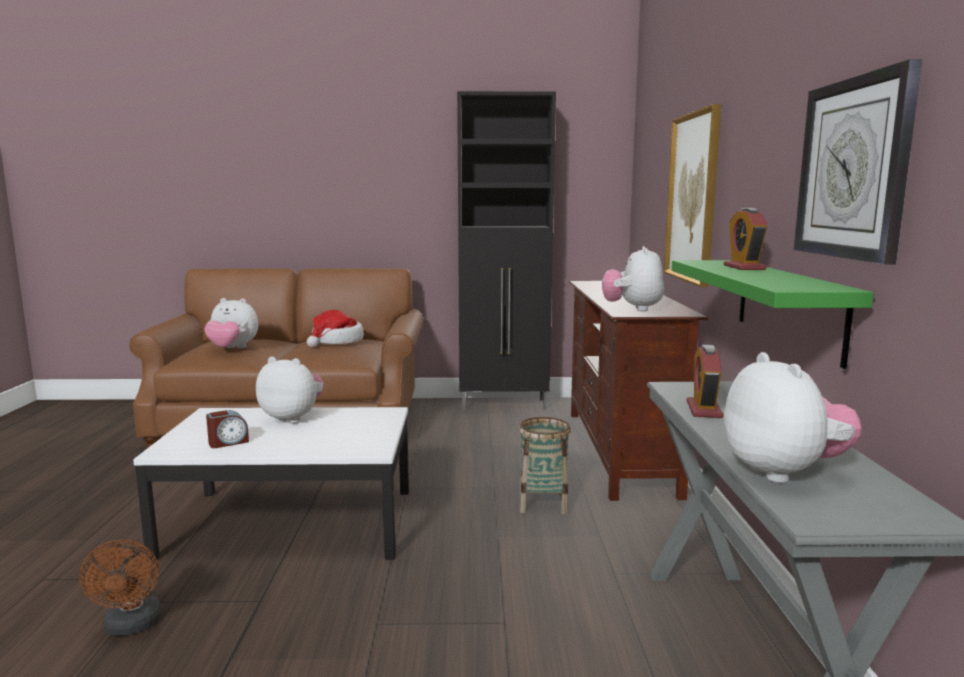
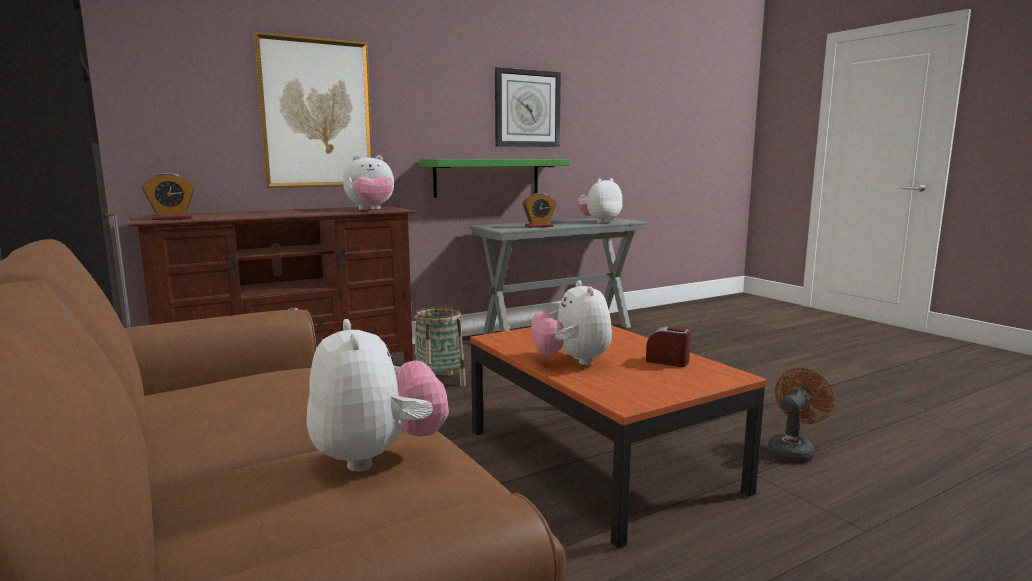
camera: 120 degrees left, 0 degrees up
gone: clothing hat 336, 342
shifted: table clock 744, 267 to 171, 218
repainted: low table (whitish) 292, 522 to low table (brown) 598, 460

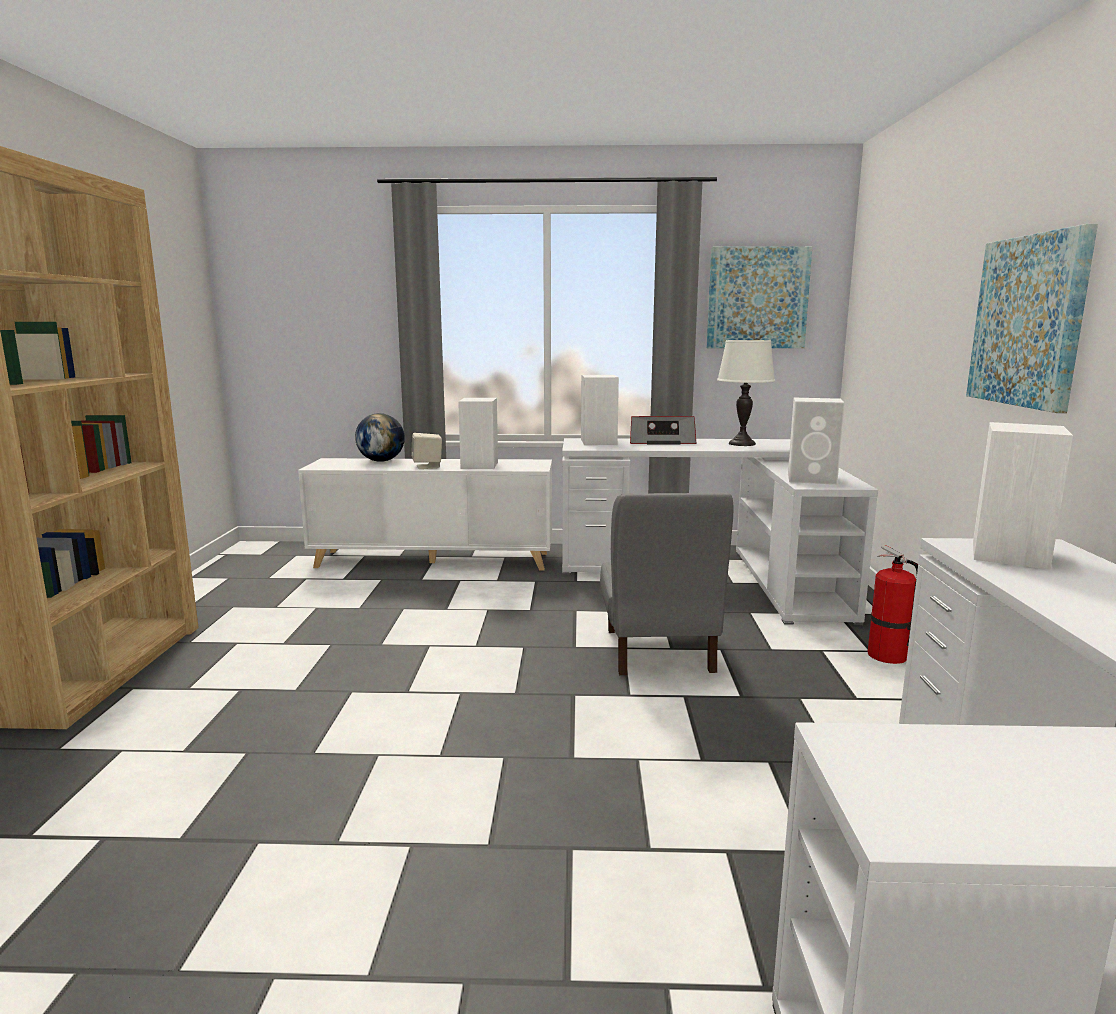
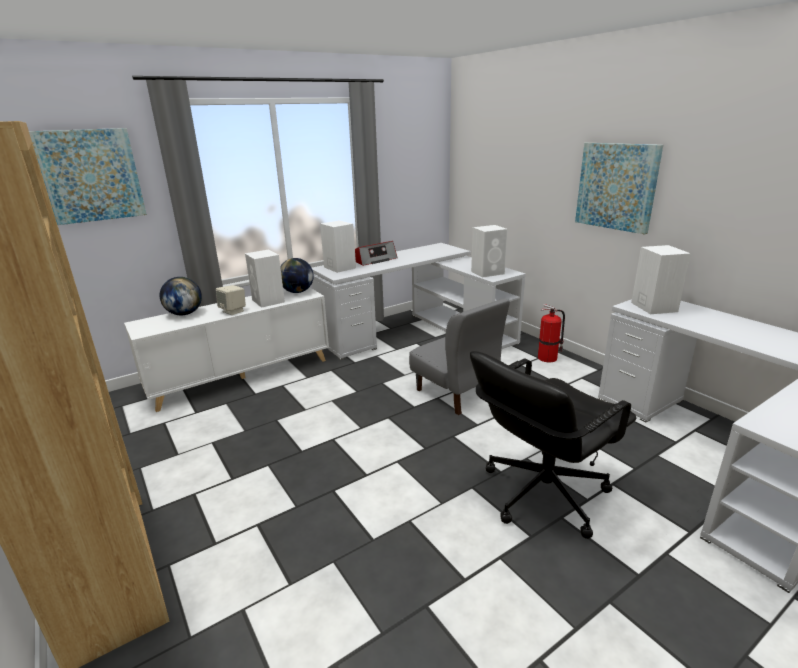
camera: 35 degrees left, 10 degrees up
gone: tabletop lamp (whitish) 741, 444
new: world globe 297, 292; office chair (black) 542, 493
shifted: picture 757, 298 to 89, 176

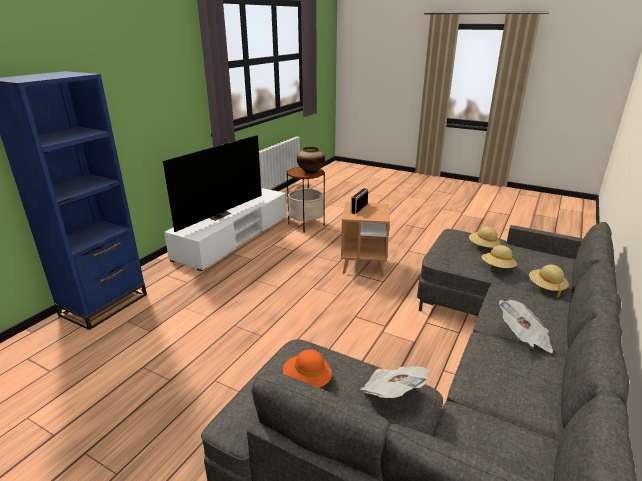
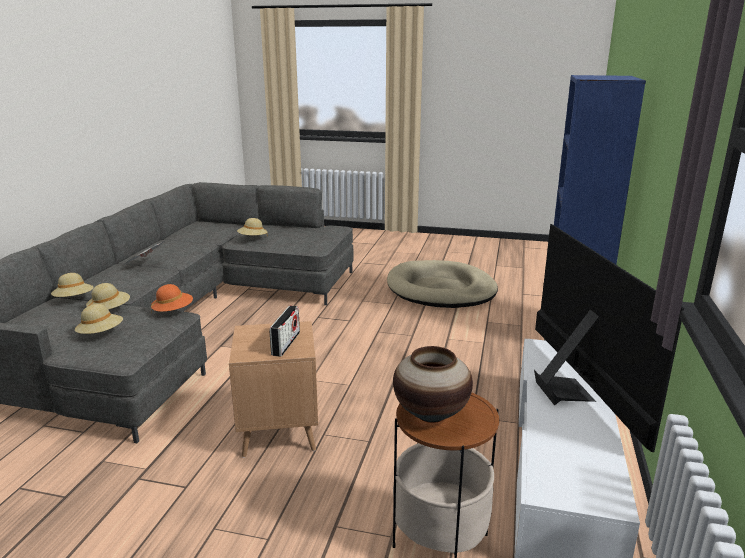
camera: 165 degrees right, 5 degrees down
new: pet bed (beige-coloured) 441, 289
shifted: clothing hat (orangey) 307, 381 to 173, 311
swapped: printed paper 392, 393 to clothing hat (beige-coloured) 252, 238
rotated: TV set 218, 215 = 571, 390 150 degrees clockwise

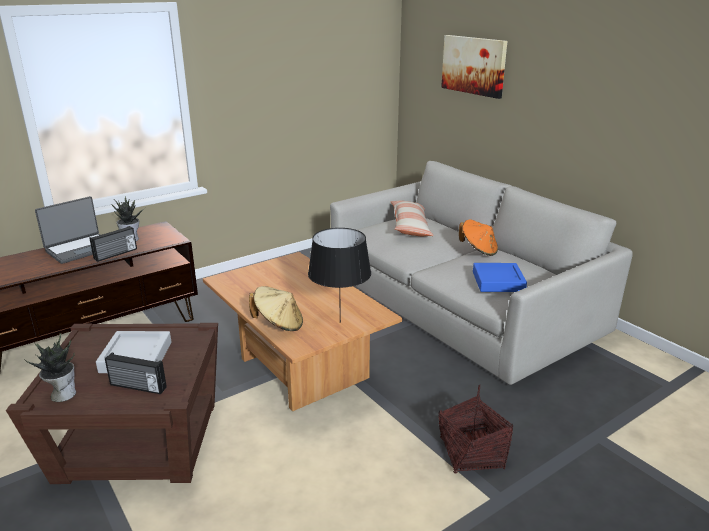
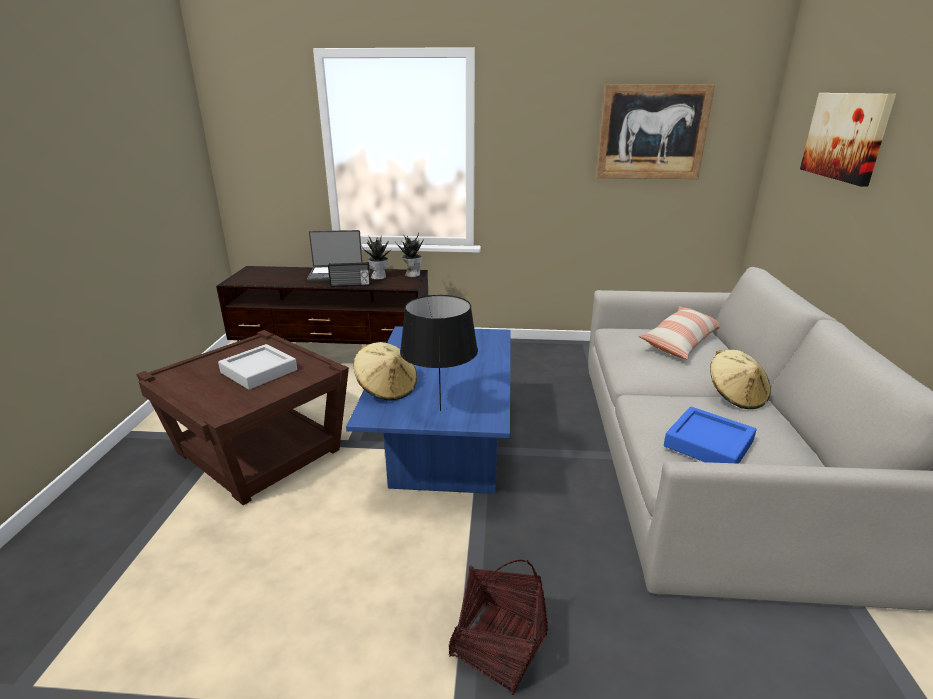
camera: 40 degrees right, 0 degrees up
gone: radio 137, 387
new: picture 652, 132
shifted: potted plant 62, 394 to 412, 274
repainted: low table (brown) 299, 369 to low table (blue) 443, 451; clothing hat (orangey) 478, 250 to clothing hat (beige-coloured) 735, 396

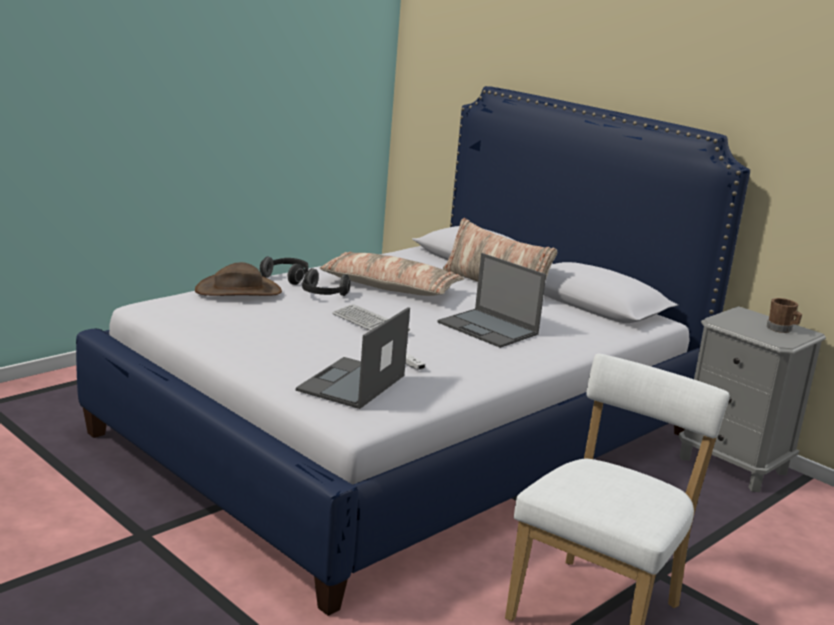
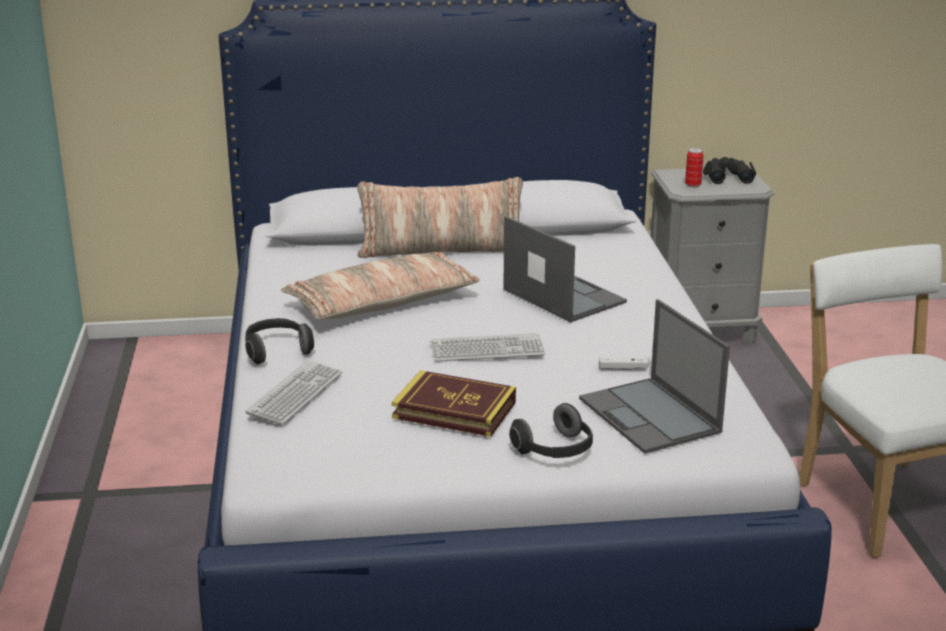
camera: 50 degrees left, 5 degrees up
new: book 454, 410; sealed can 693, 185
shifted: headset 323, 295 to 555, 451
swapped: clothing hat (brown) 238, 291 to PC keyboard 295, 394; coffee mug (brown) 781, 329 to binoculars (black) 727, 176
rotated: laptop 489, 329 = 562, 295 120 degrees counterclockwise

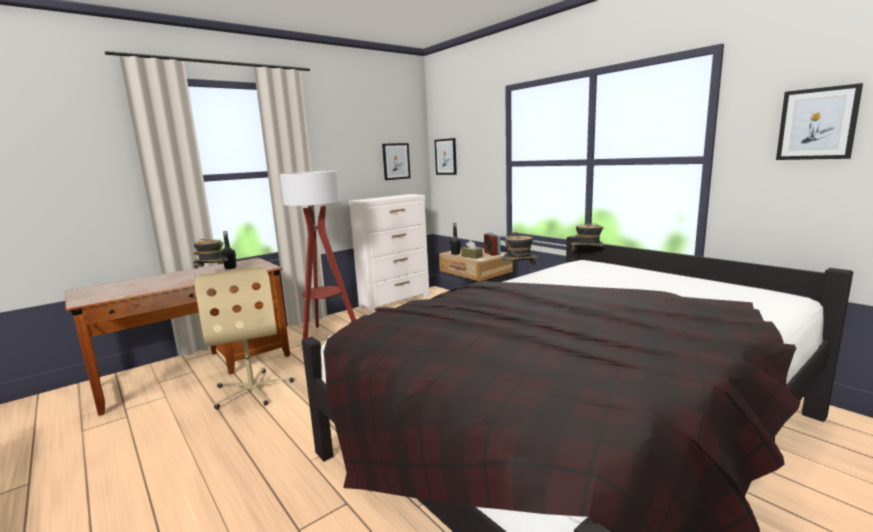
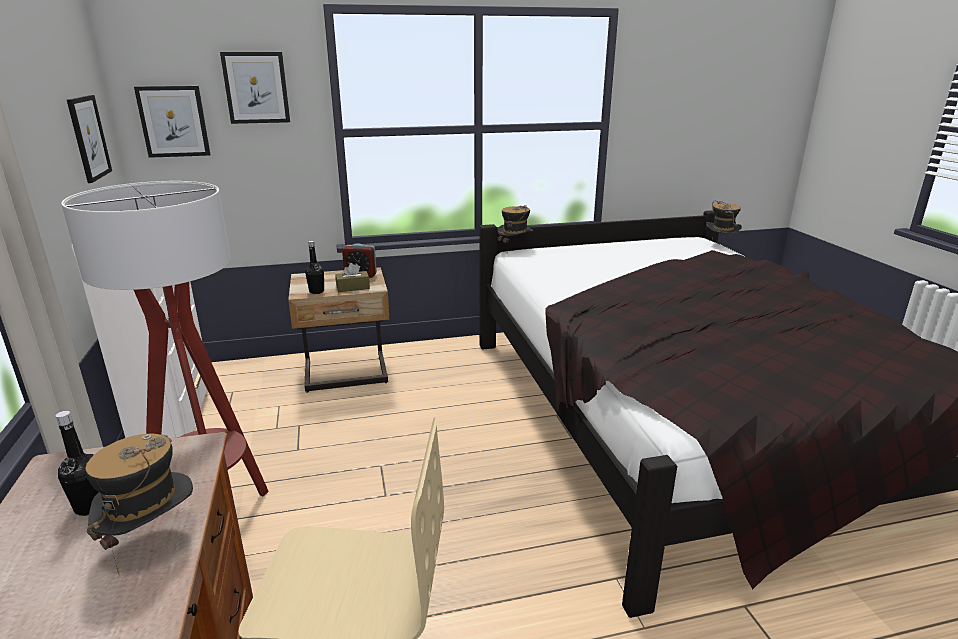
camera: 65 degrees left, 10 degrees up
shifted: clothing hat 519, 275 to 720, 245; picture 817, 124 to 256, 88

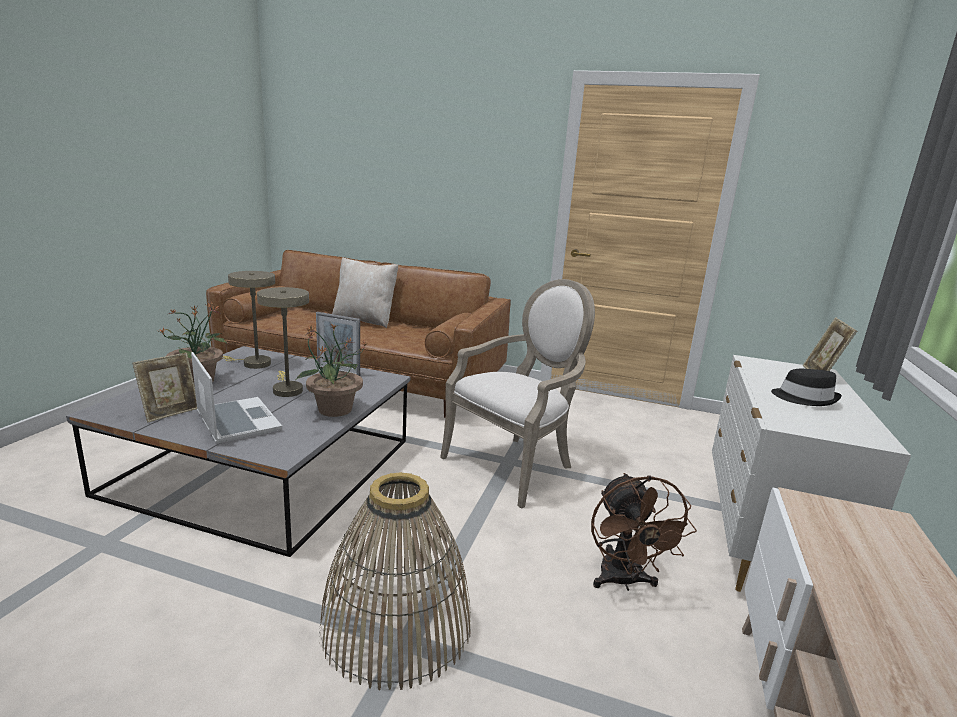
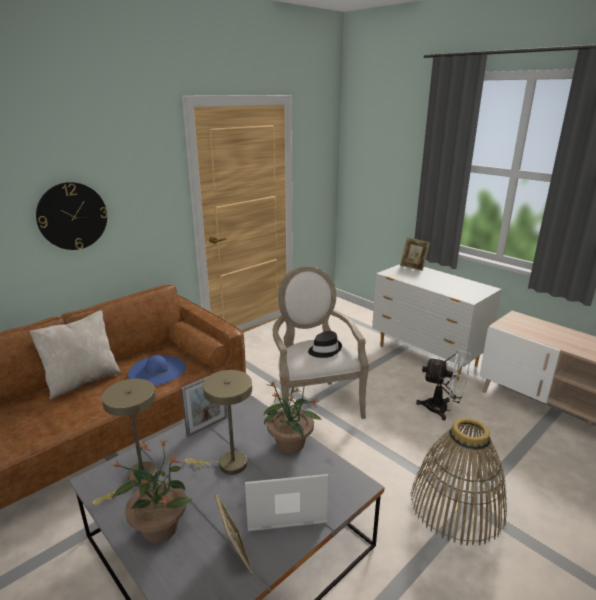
camera: 60 degrees left, 5 degrees up
new: hanging clock 72, 216; clothing hat (blue) 157, 370
shifted: clothing hat (black) 805, 398 to 324, 350
repainted: fan (brown) 623, 582 to fan (whitish) 443, 409

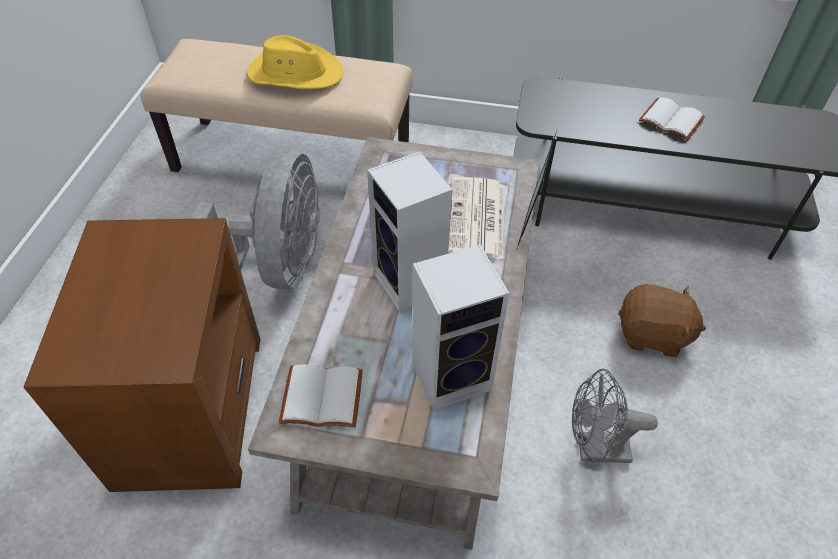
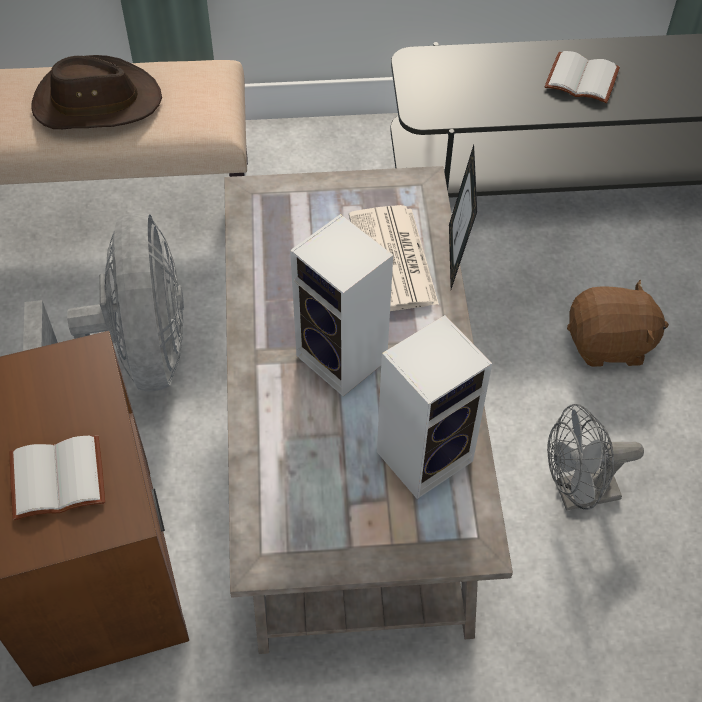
camera: 15 degrees left, 5 degrees up
shifted: book (whitish) 320, 399 to 56, 481
repainted: clothing hat (yellow-coloured) 295, 73 to clothing hat (brown) 96, 102

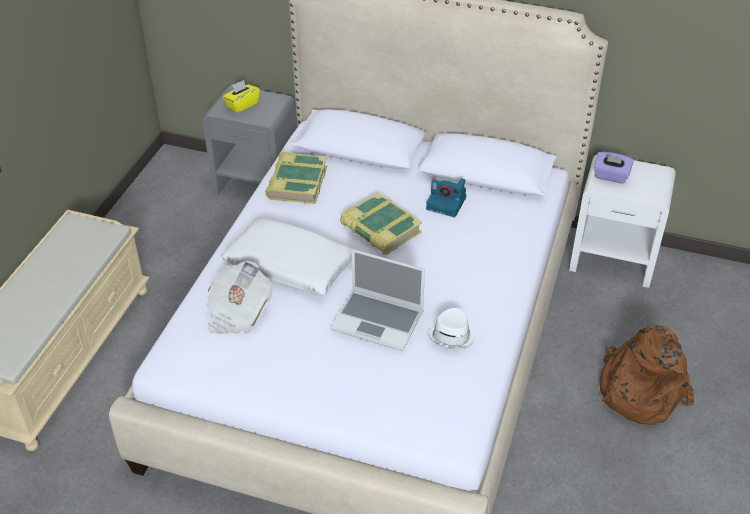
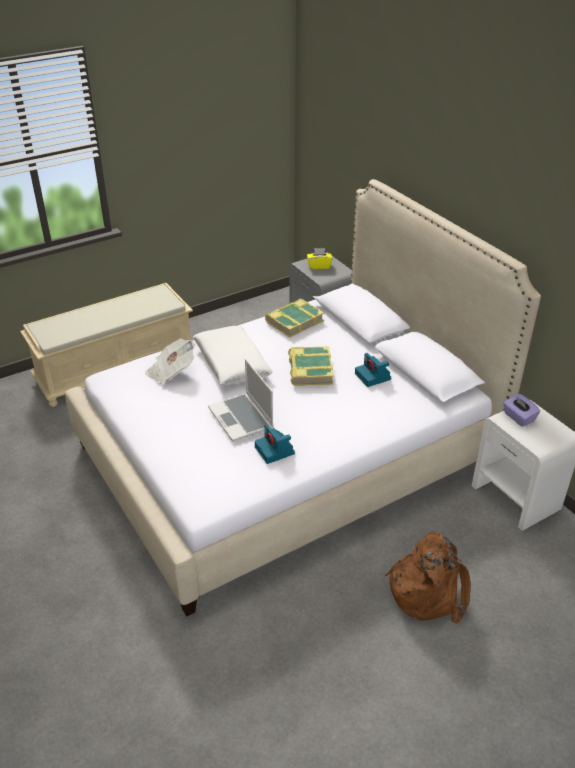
camera: 40 degrees right, 5 degrees down
swapped: clothing hat (whitish) 452, 335 to still camera 275, 451

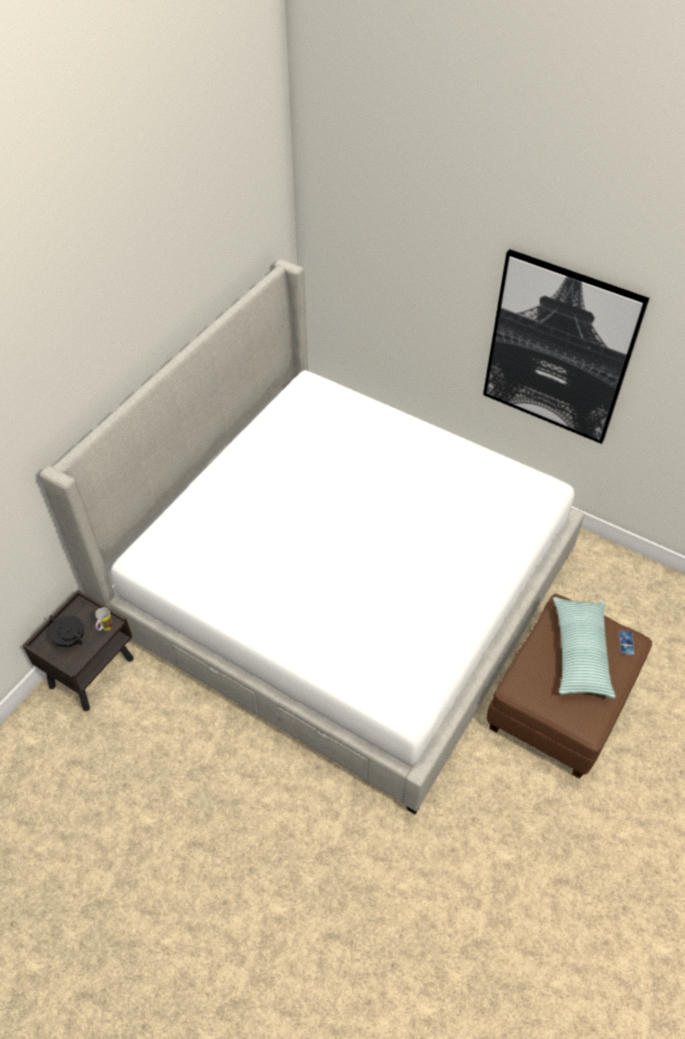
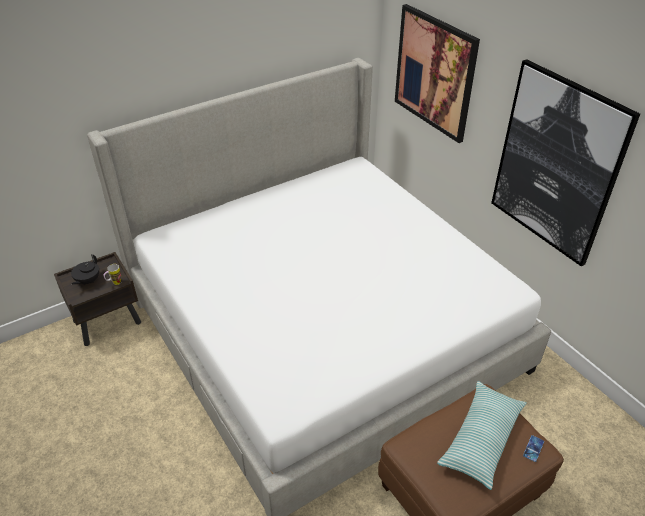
camera: 25 degrees right, 10 degrees down
new: picture 434, 73
rotated: teapot (black) 70, 638 = 87, 281 135 degrees counterclockwise

